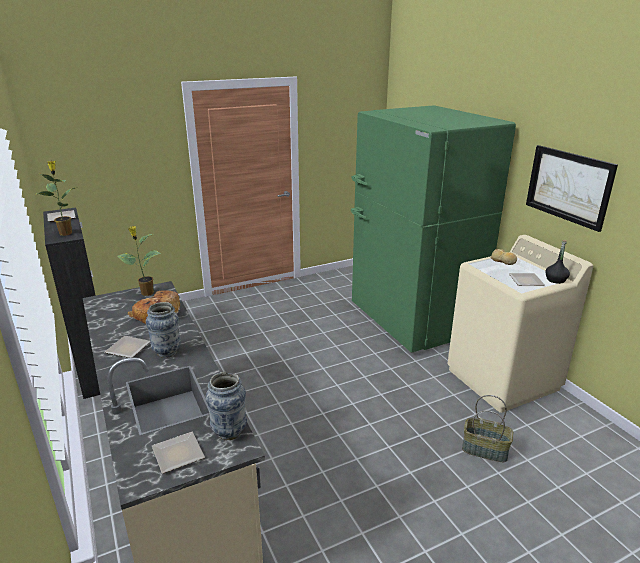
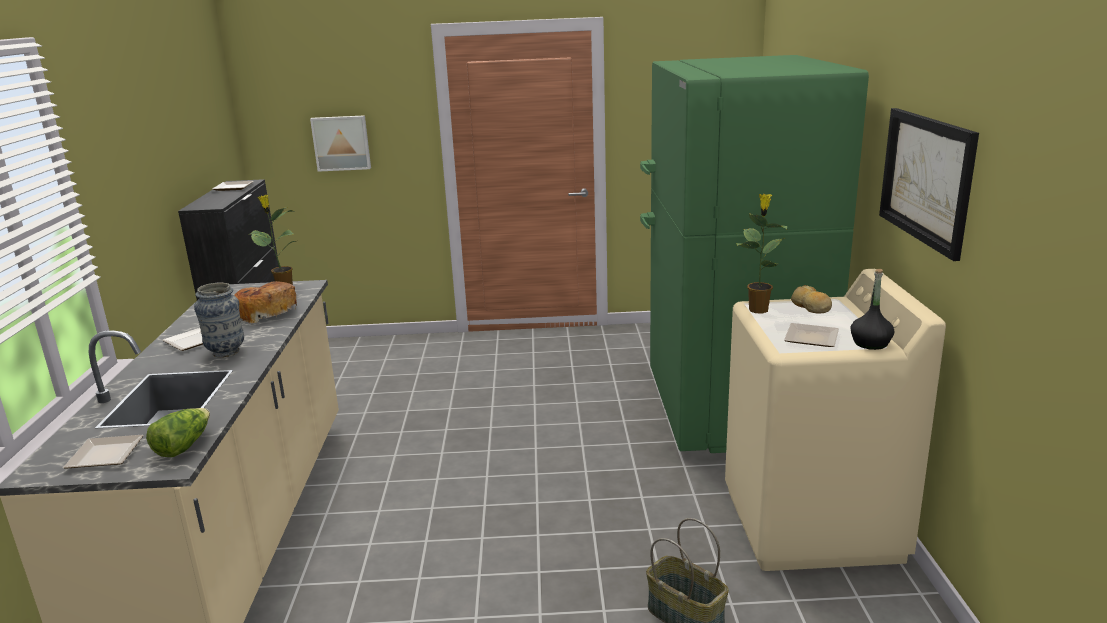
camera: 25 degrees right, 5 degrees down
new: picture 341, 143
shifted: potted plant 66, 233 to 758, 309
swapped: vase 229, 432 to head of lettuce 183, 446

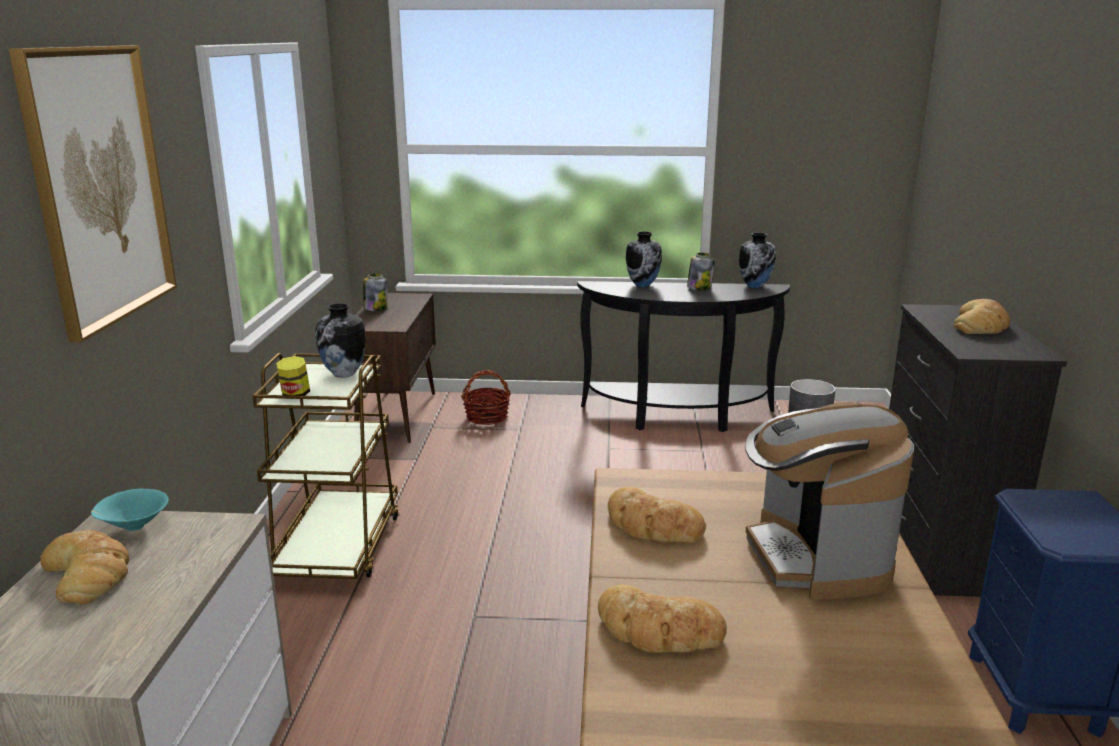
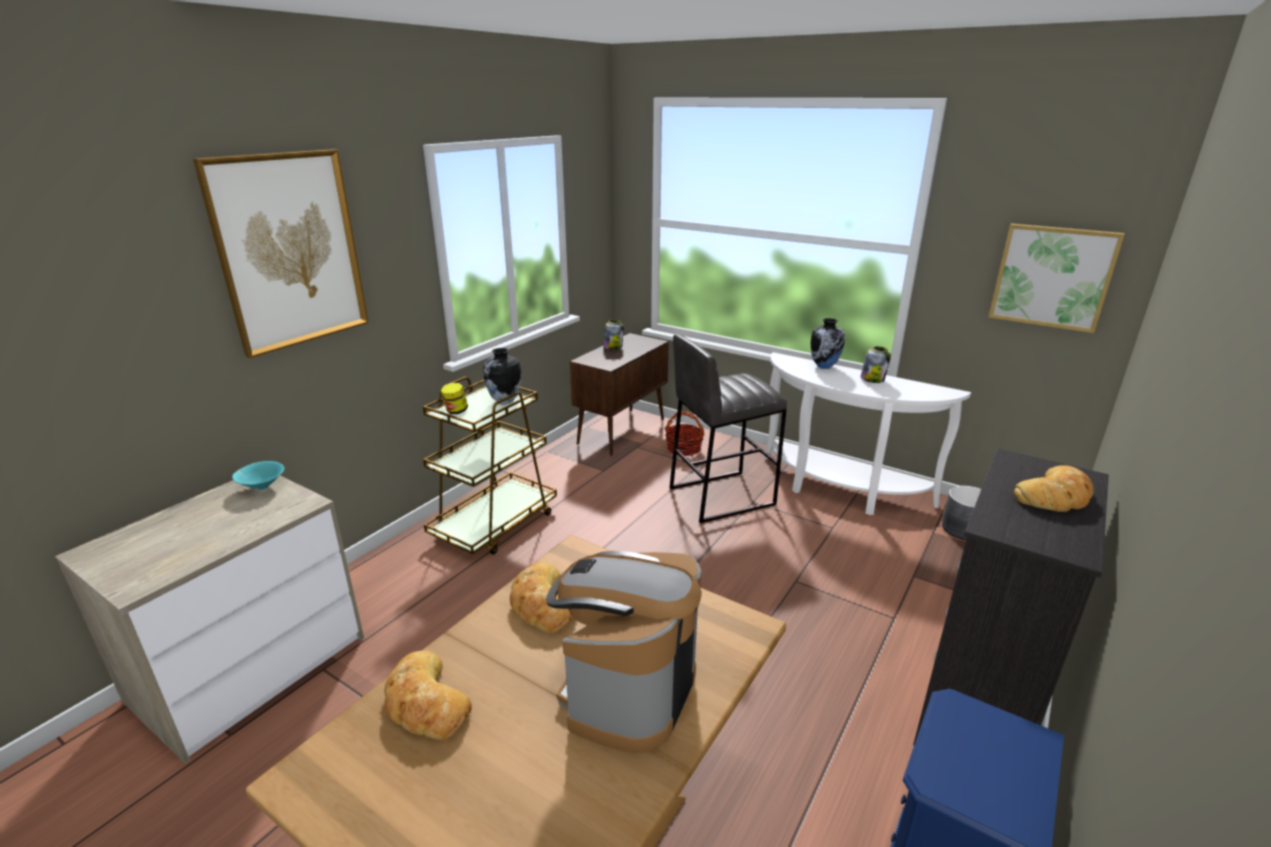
camera: 30 degrees right, 5 degrees up
gone: bakery bread 88, 573; vase 755, 286
new: stool seat (greyish) 720, 496; picture 1052, 277
repainted: narrow table (black) 678, 418 to narrow table (whitish) 839, 490

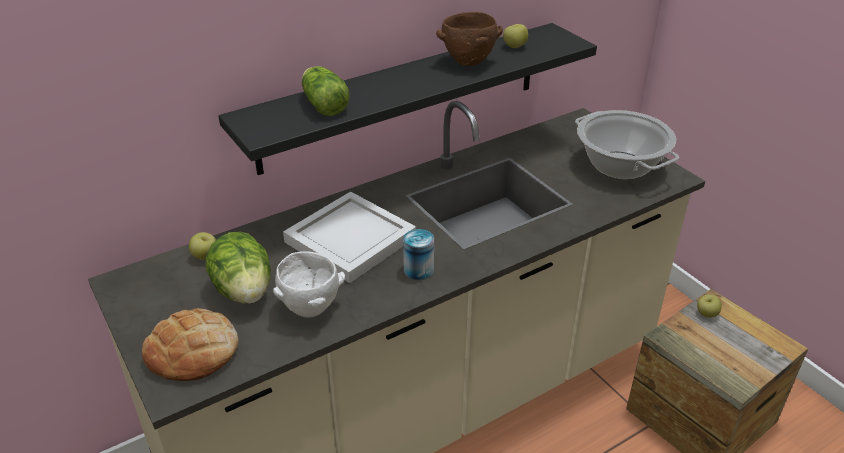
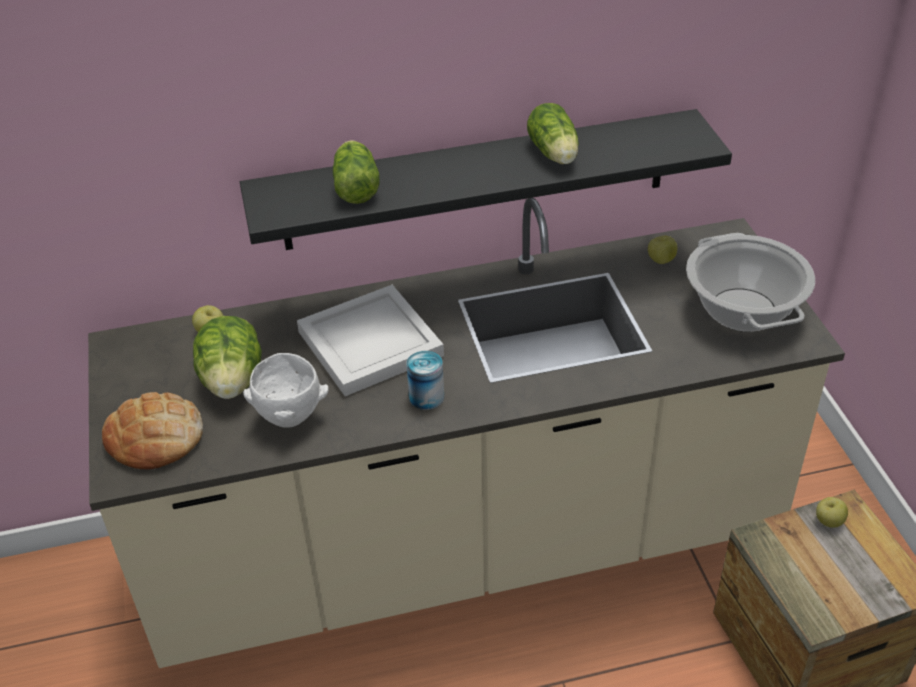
camera: 20 degrees right, 5 degrees up
shifted: apple 514, 47 to 661, 260
swapped: deep dish (brown) 469, 62 to head of lettuce 554, 154

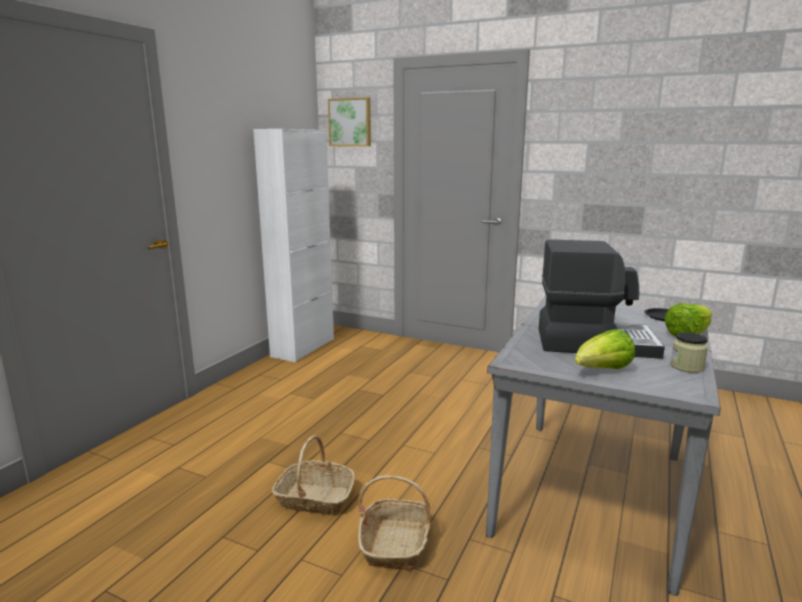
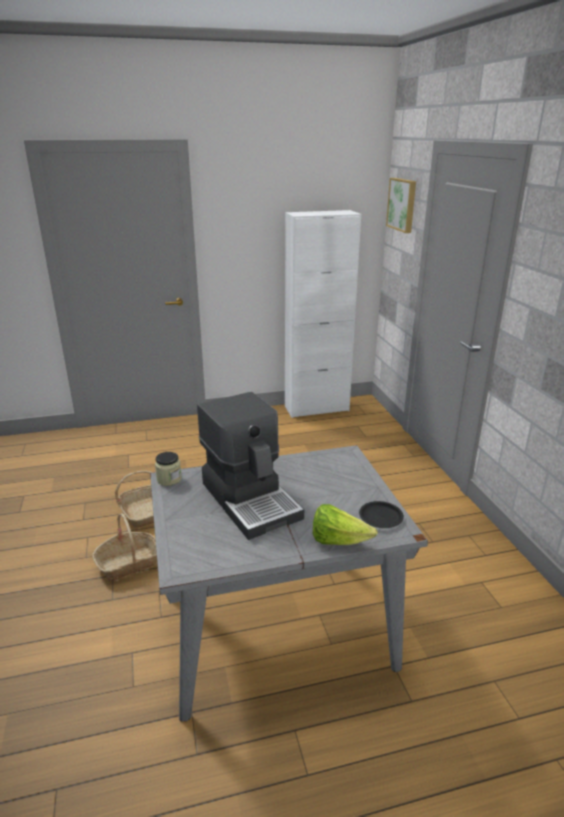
camera: 50 degrees right, 10 degrees up
gone: head of lettuce 602, 371
shifted: jar 687, 367 to 169, 479

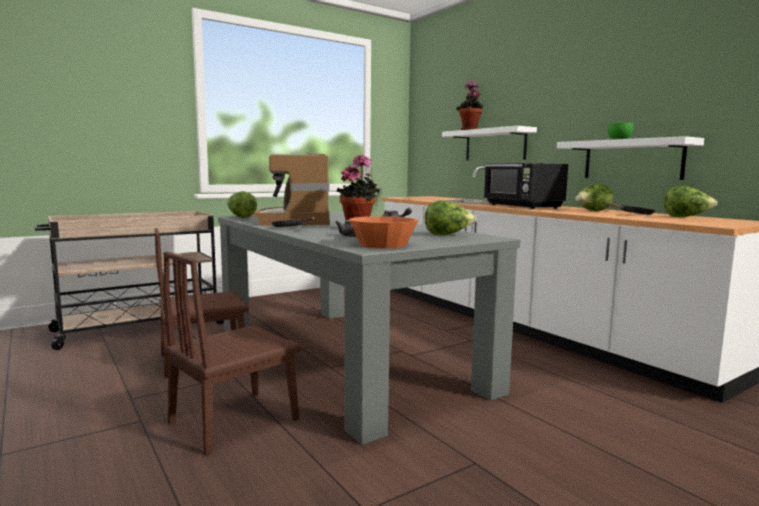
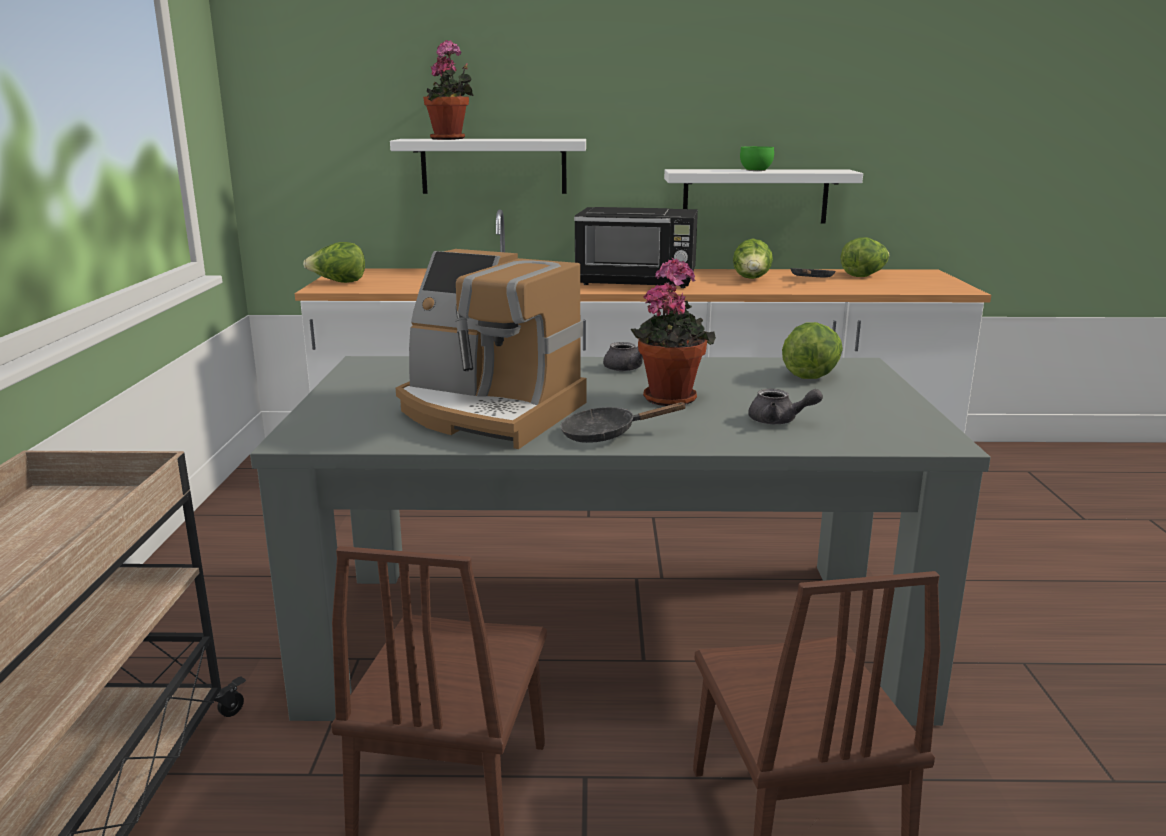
camera: 55 degrees left, 10 degrees up
gone: deep dish (orangey) 382, 244
shifted: head of lettuce 241, 217 to 338, 282

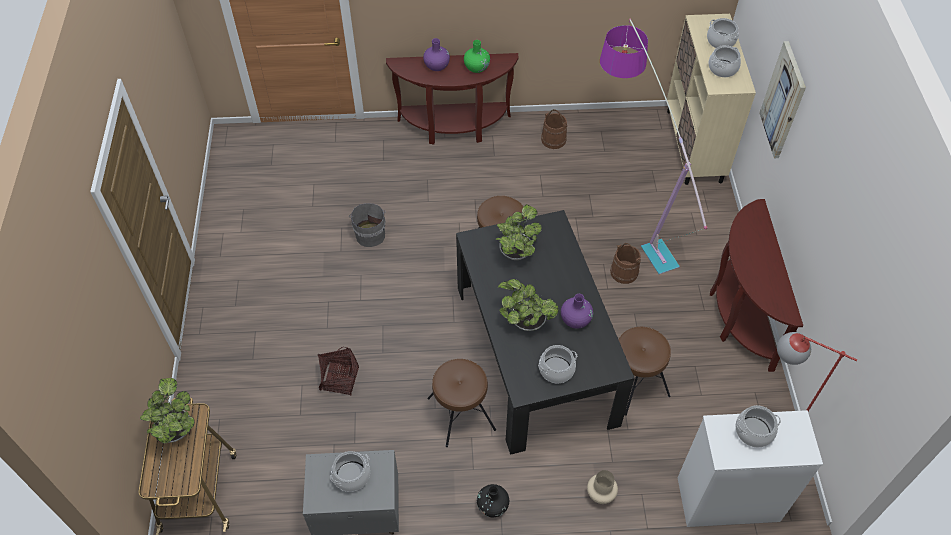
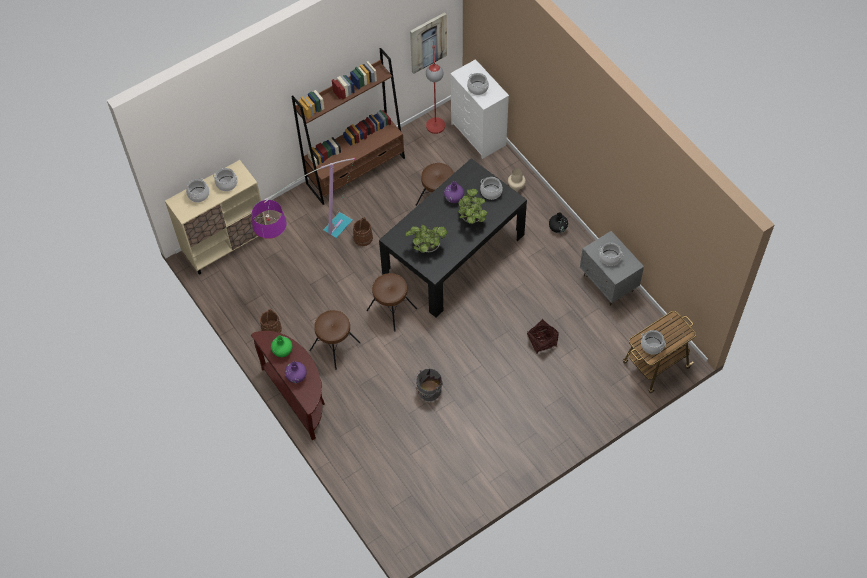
camera: 120 degrees left, 5 degrees up
shifted: stool seat (brown) 460, 414 to 335, 347; picture 783, 100 to 428, 42
swapped: potted plant 175, 428 to cooking pot 652, 345; narrow table (brown) 739, 314 to bookcase (brown) 356, 170

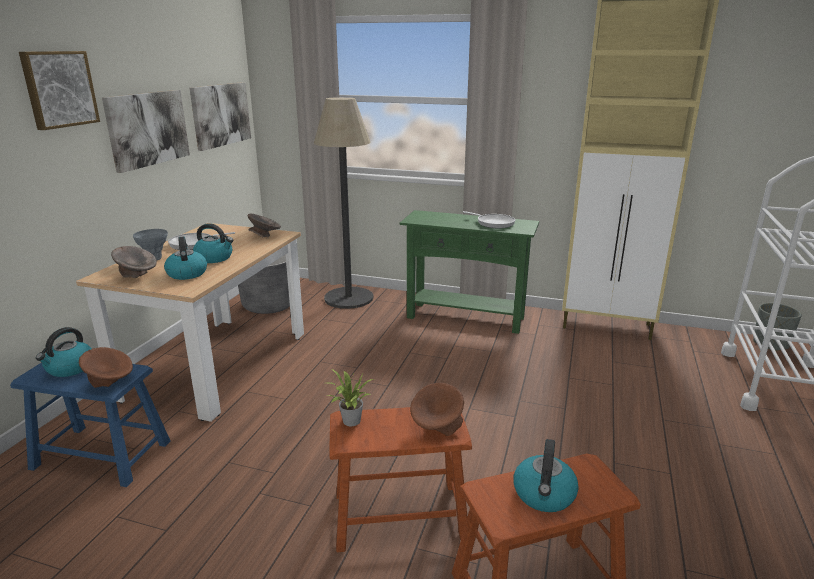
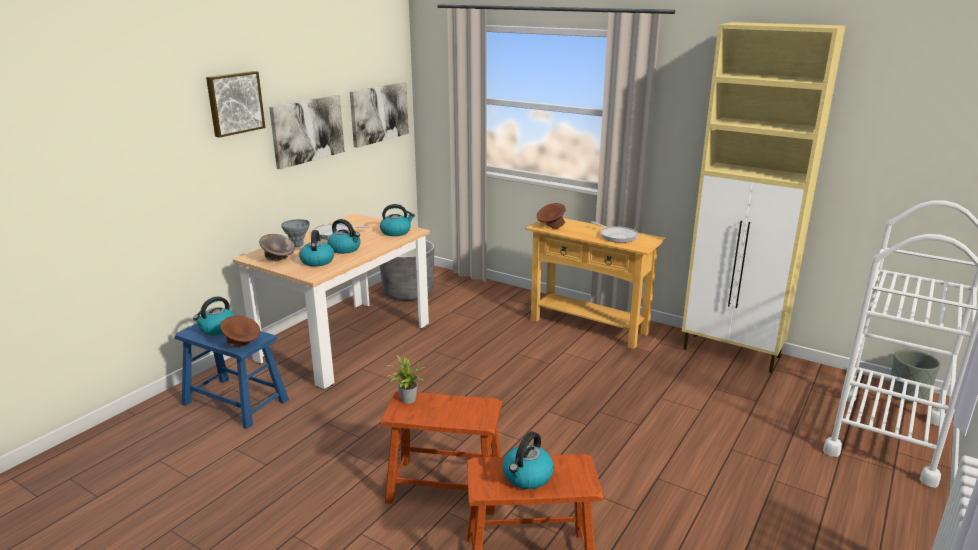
camera: 15 degrees right, 0 degrees up
gone: standing lamp 349, 298
shifted: deep dish (brown) 437, 427 to 551, 226
swapped: deep dish (greyish) 265, 237 to tea kettle 396, 232
repainted: narrow table (green) 465, 317 to narrow table (beige-coloured) 588, 326

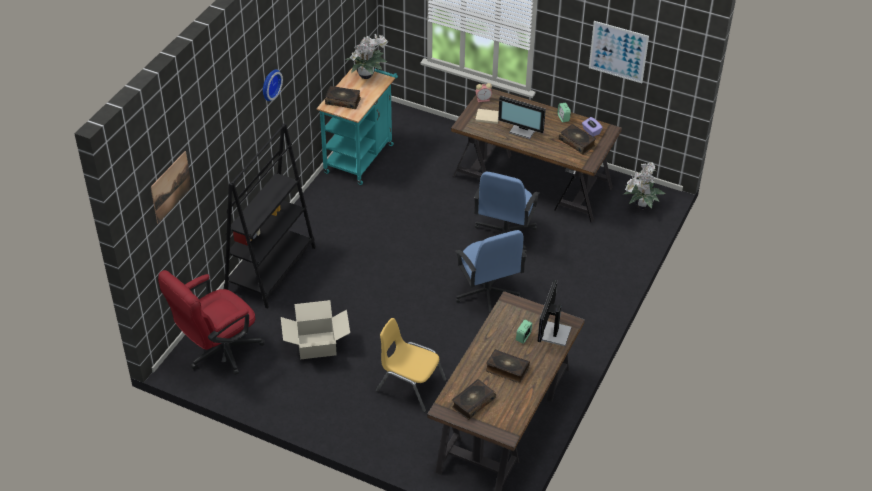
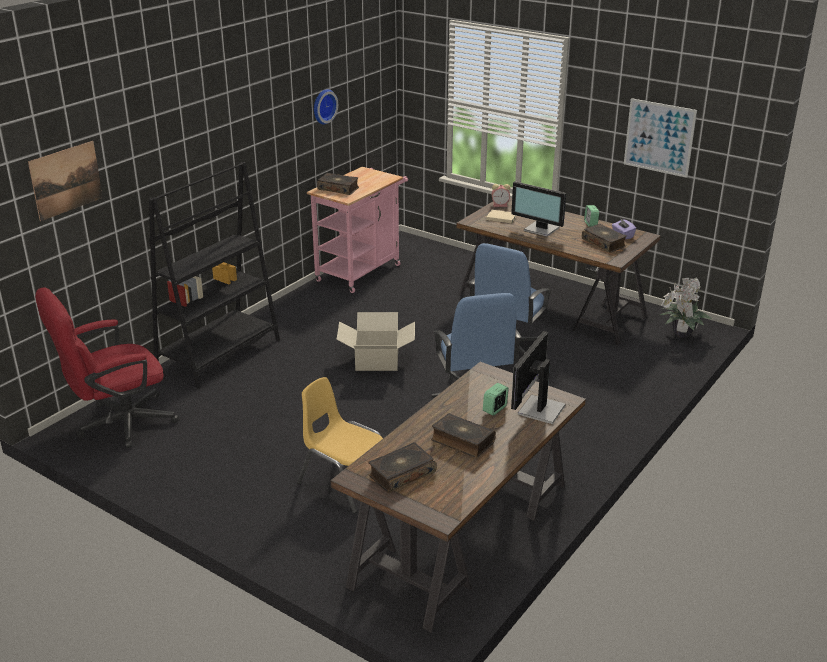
camera: 10 degrees right, 15 degrees down
gone: potted plant 367, 75
shifted: hanging clock 269, 84 to 323, 106; packing box 316, 345 to 376, 360
repainted: cart (blue-green) 361, 155 to cart (pinkish) 361, 270

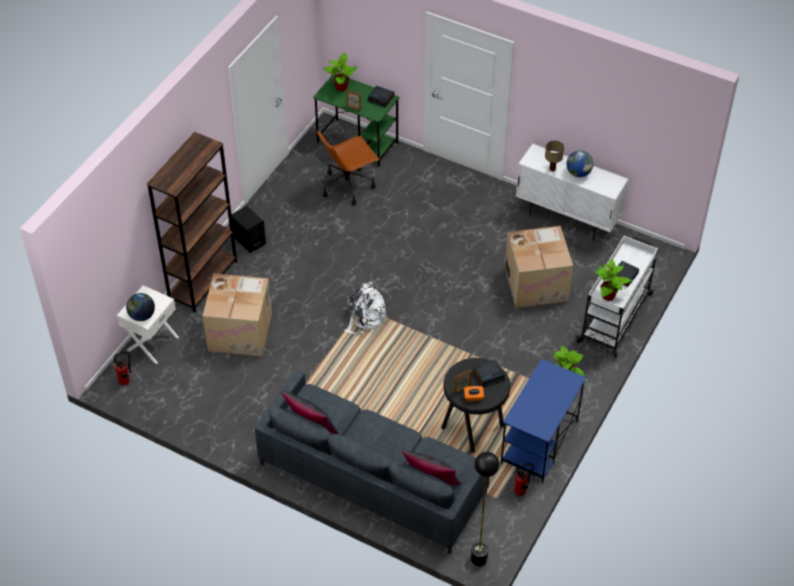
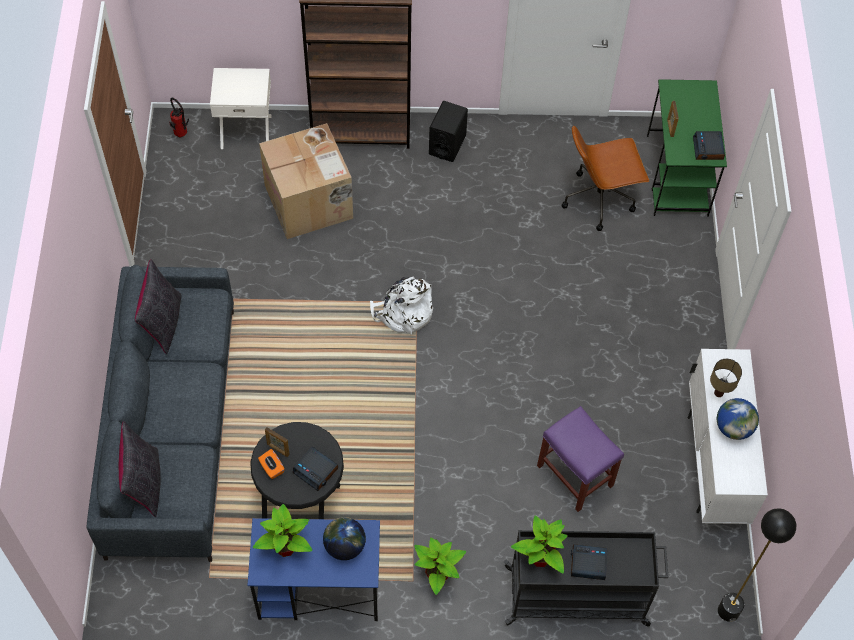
camera: 60 degrees right, 10 degrees up
gone: fire-fighting cylinder 521, 492
shifted: world globe 142, 316 to 345, 546; potted plant 341, 87 to 286, 547; standing lamp (black) 478, 559 to 728, 611
swapped: packing box 536, 283 to stool seat (purplish) 576, 476
repainted: cart (whitish) 615, 317 to cart (black) 578, 596
rotated: office chair (brown) 348, 185 = 599, 199 45 degrees counterclockwise

